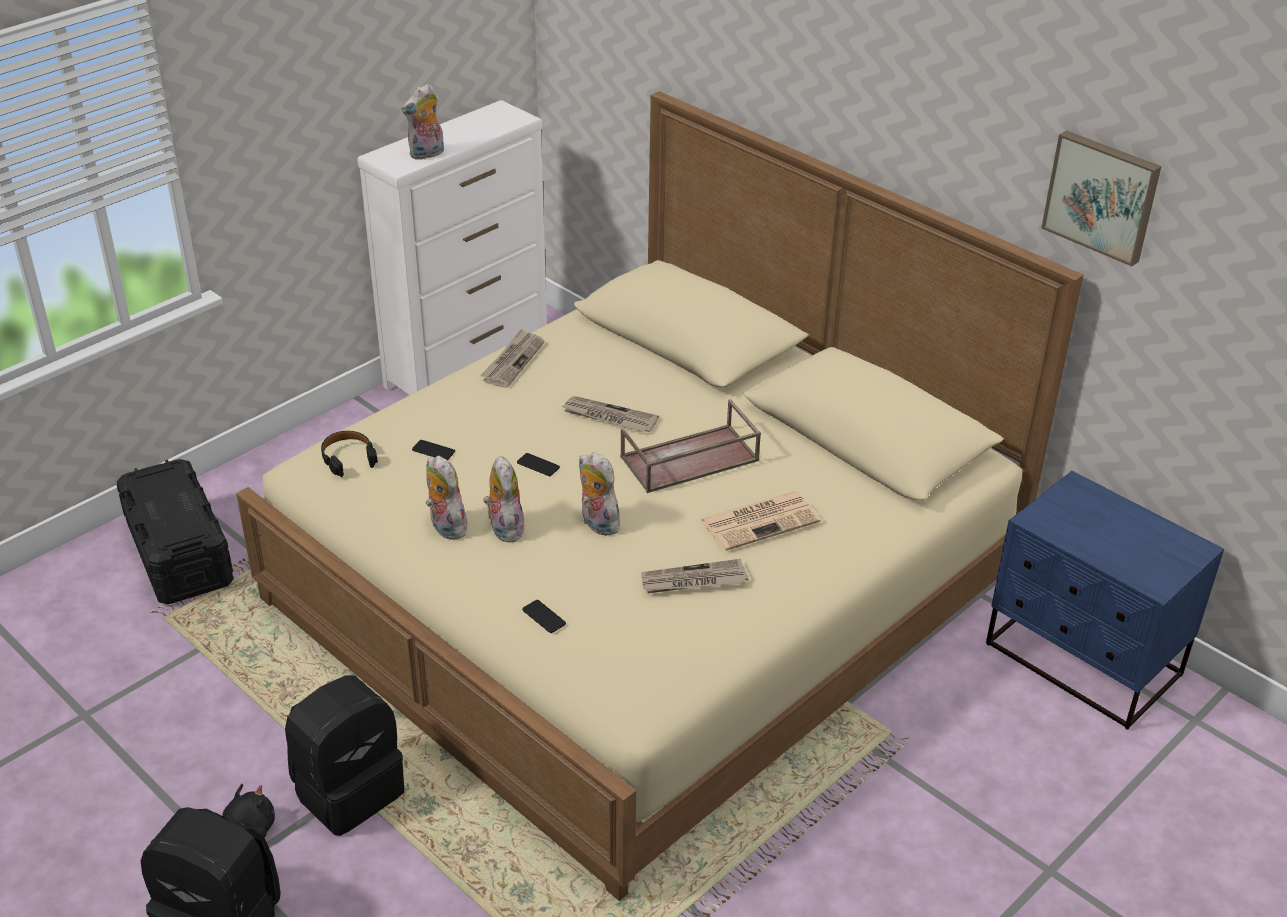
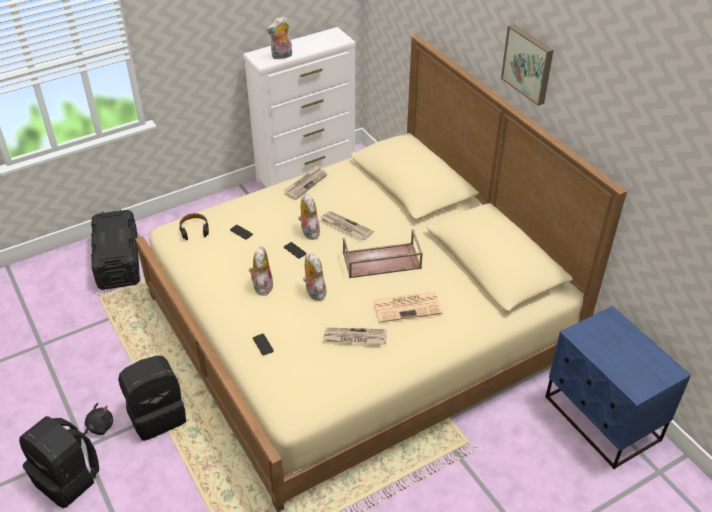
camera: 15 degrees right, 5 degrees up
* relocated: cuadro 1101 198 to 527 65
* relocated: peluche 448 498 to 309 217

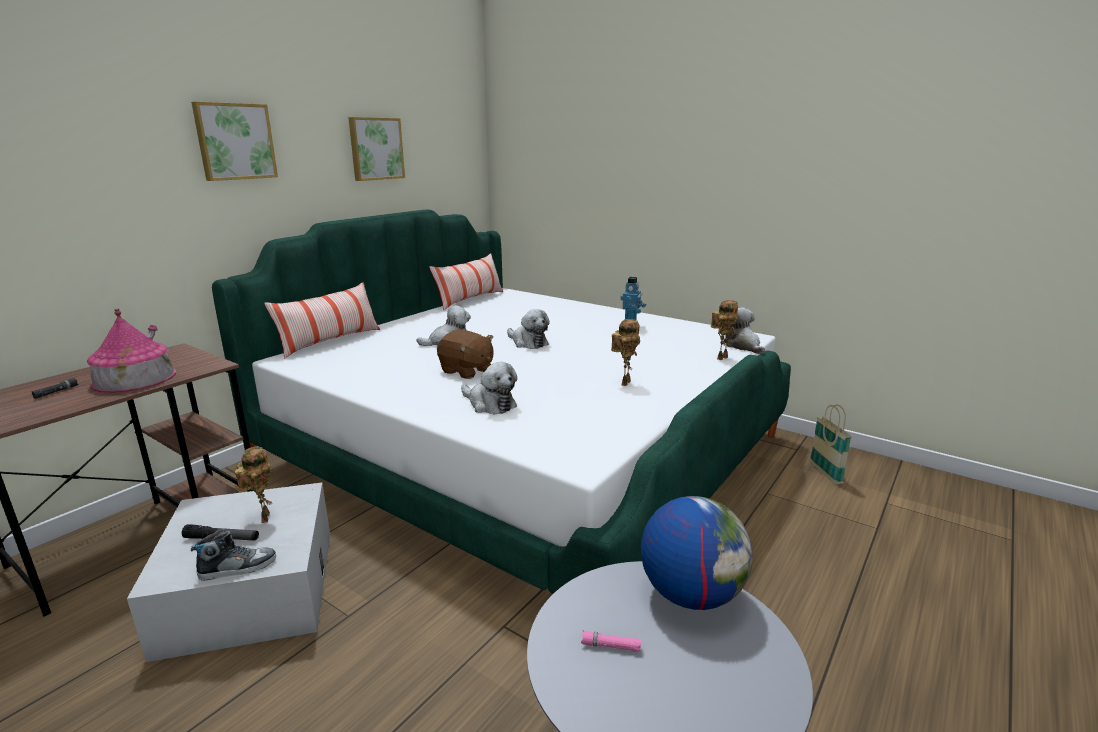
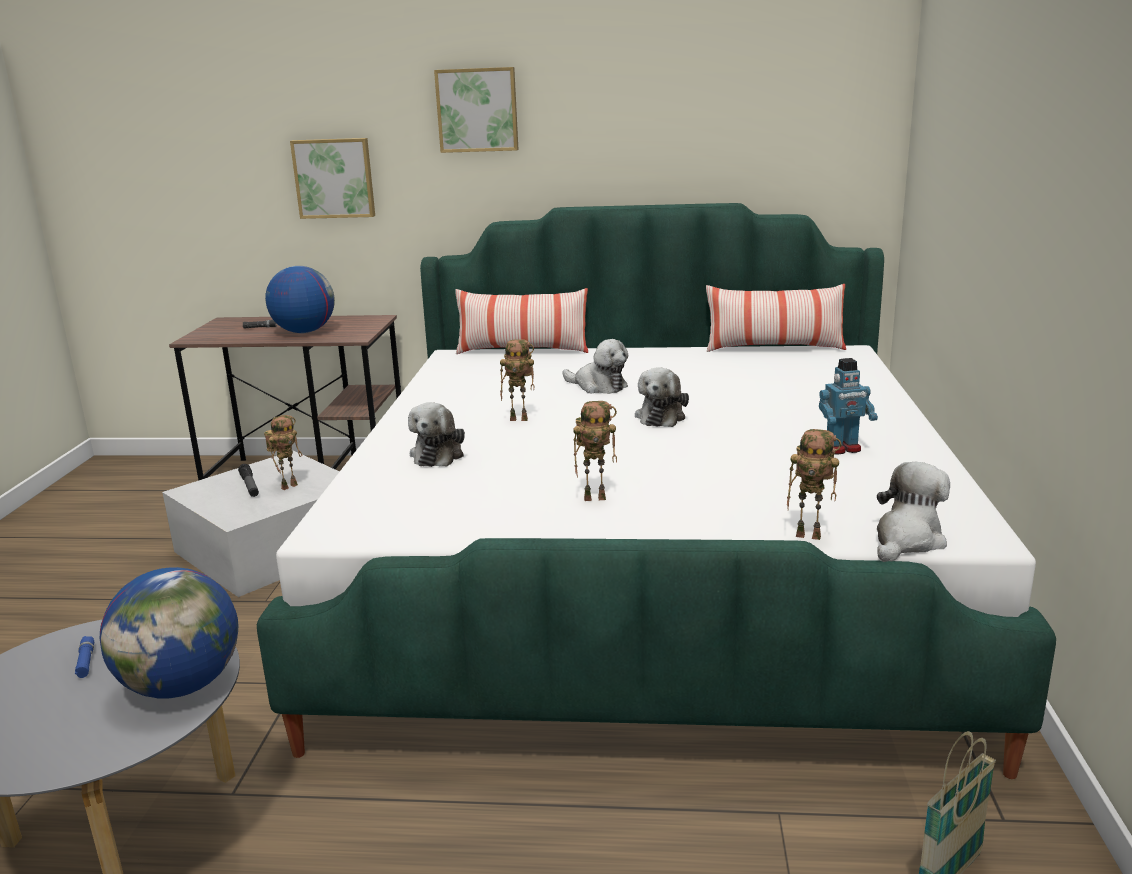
camera: 60 degrees right, 0 degrees up
* relocated: cuadro 376 149 to 332 178
* exchanged: casita 131 350 to globo terráqueo 300 299
* exchanged: peluche [marrón] 465 354 to robot de juguete 517 380
* missing: zapato 233 555
* colour: linterna [rosa] 611 641 to linterna [azul] 84 657

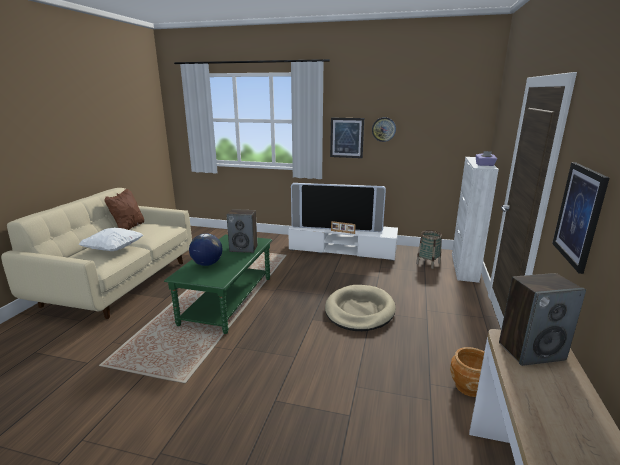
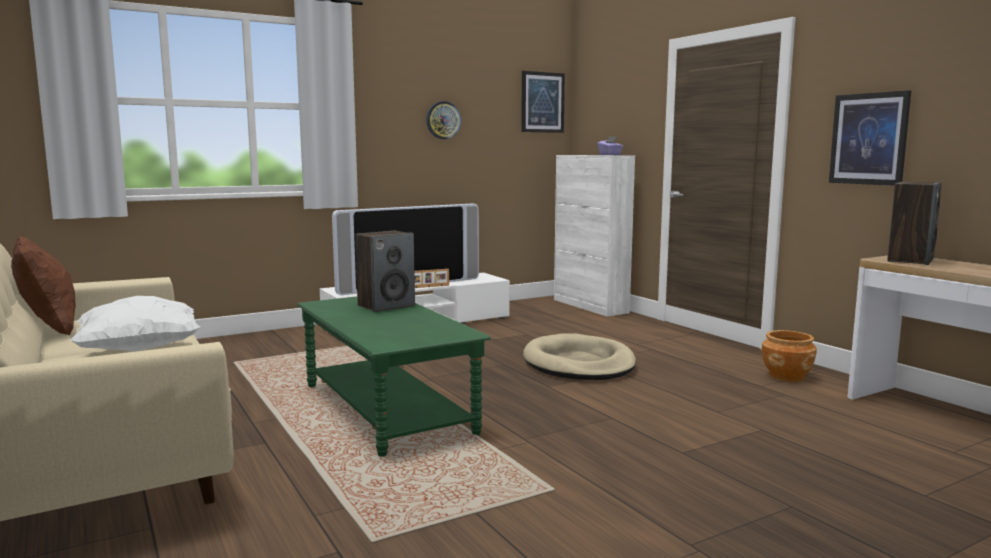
camera: 45 degrees left, 10 degrees down
* relocated: cuadro 347 138 to 543 102
* missing: cesta 429 249
* missing: globo terráqueo 205 249

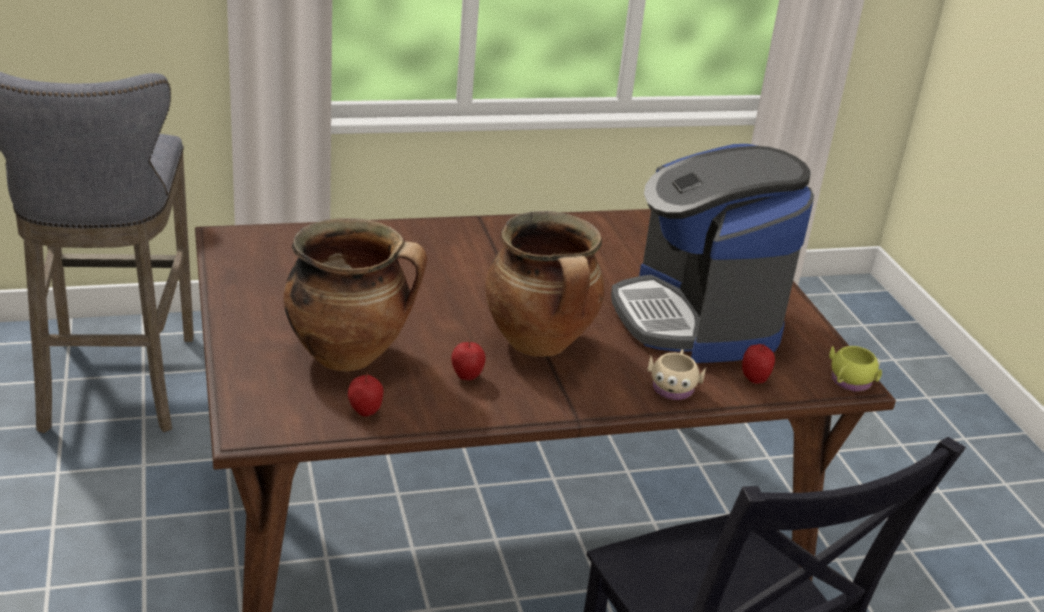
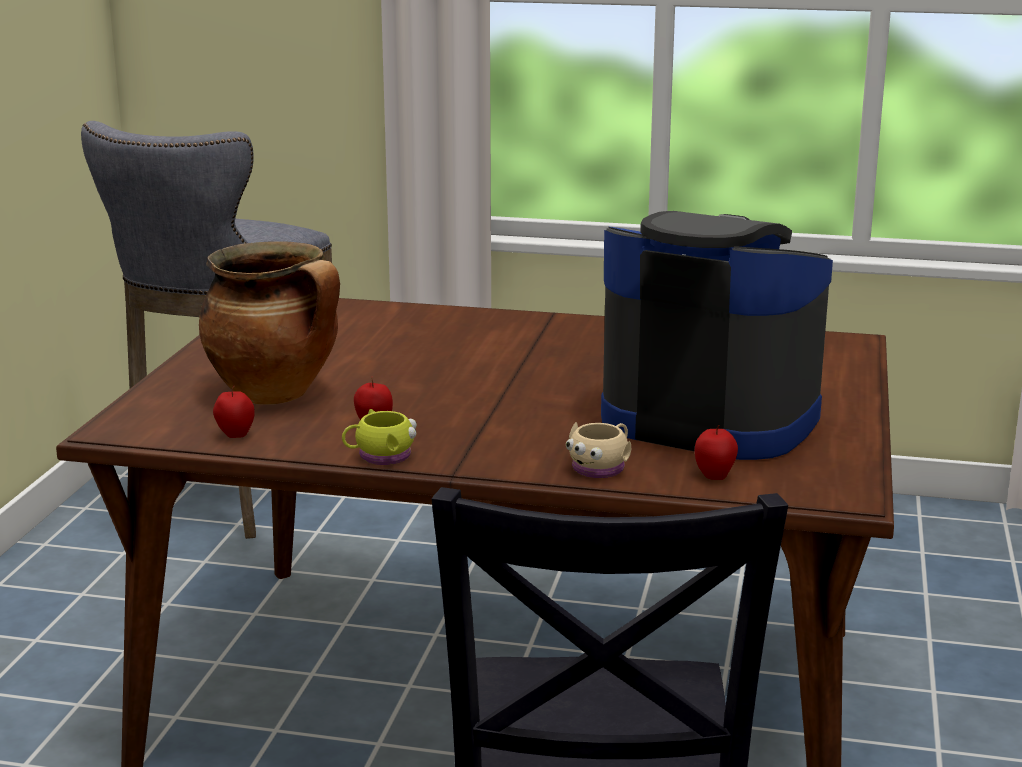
camera: 30 degrees right, 10 degrees down
* spun: cafetera 712 253 = 717 335 105 degrees clockwise
* missing: olla 544 284
* relocated: taza grande [amarillo] 855 369 to 379 437

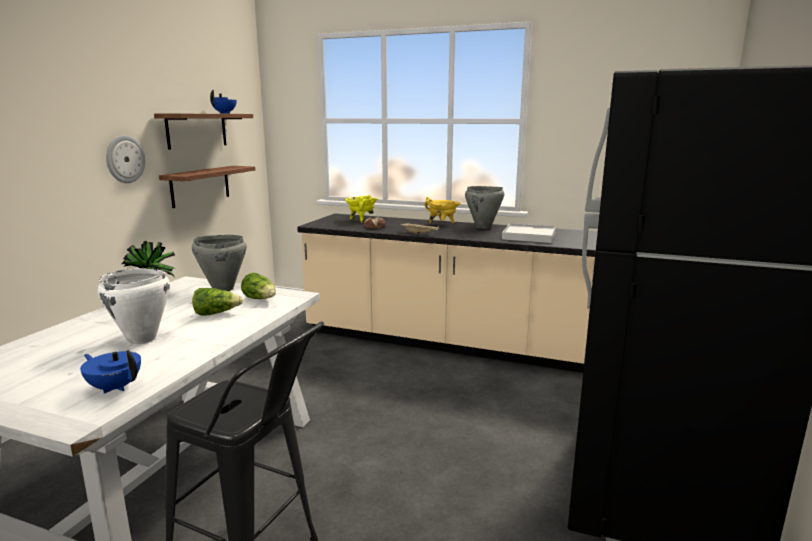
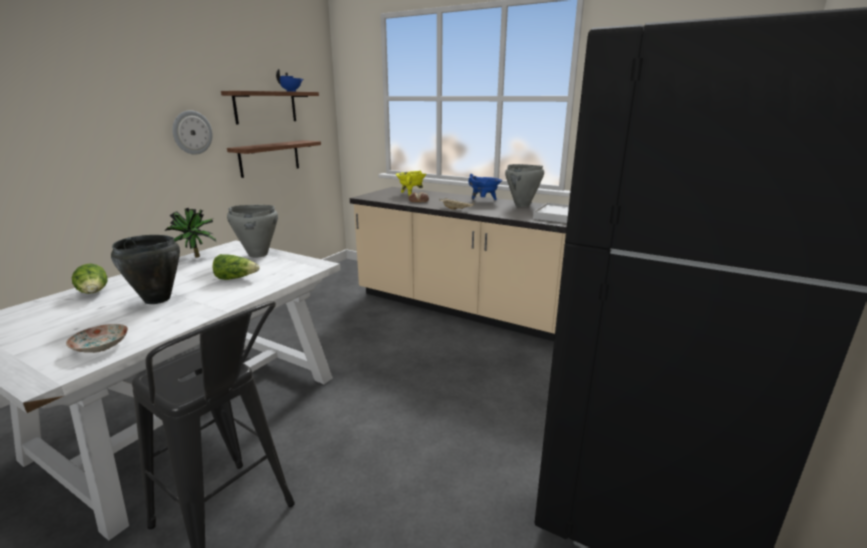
camera: 10 degrees right, 5 degrees up
* colour: olla [amarillo] 442 210 to olla [azul] 485 187
* colour: olla [blanco] 133 306 to olla [negro] 145 269
* relocated: lechuga 258 286 to 89 278
* exchanged: tetera [azul] 110 372 to plato 97 338

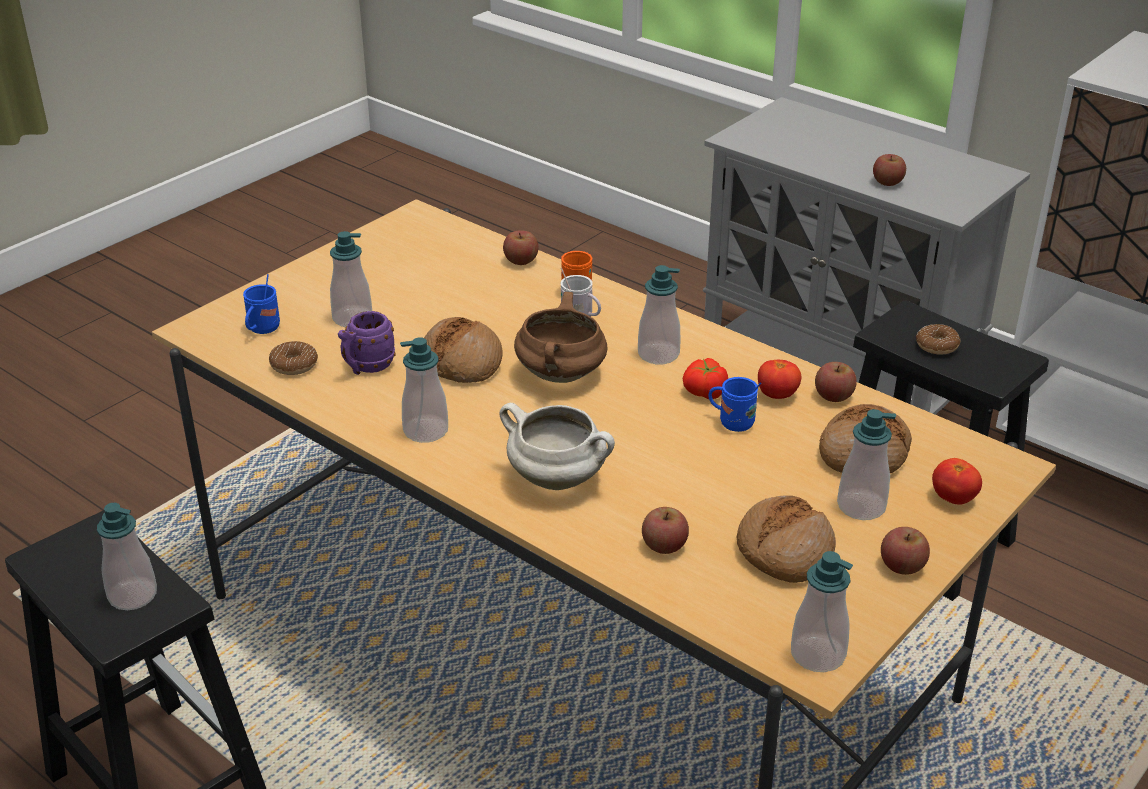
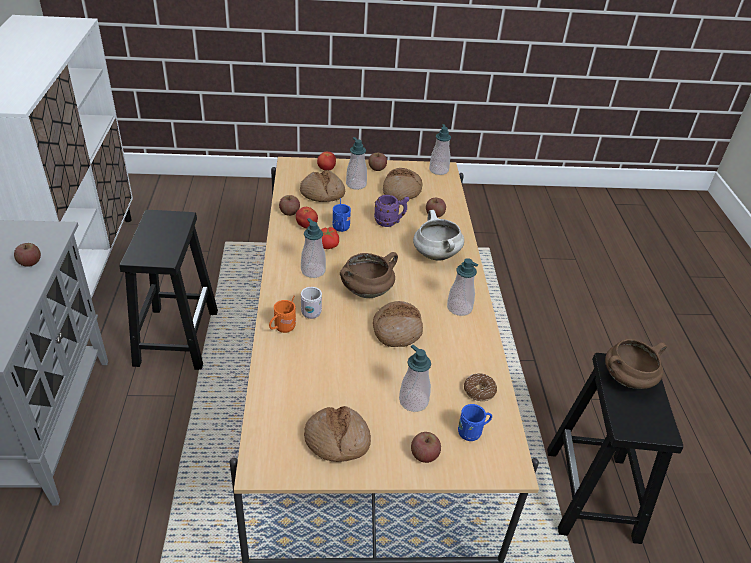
camera: 135 degrees left, 5 degrees up
* relocated: manzana 521 247 to 426 447
* relocated: taza grande [morado] 367 343 to 391 211
* missing: rosquilla 938 339
* exchanged: dispensador de jabón 127 556 to olla [marrón] 636 364
* appeared: pan 337 434

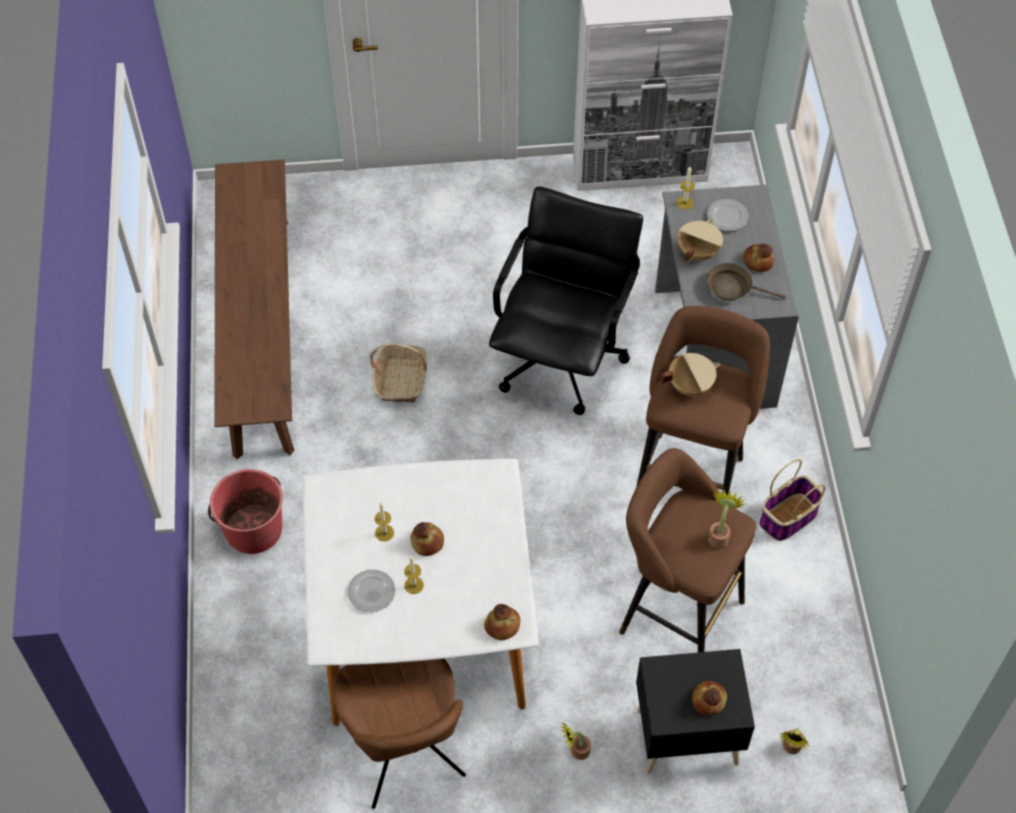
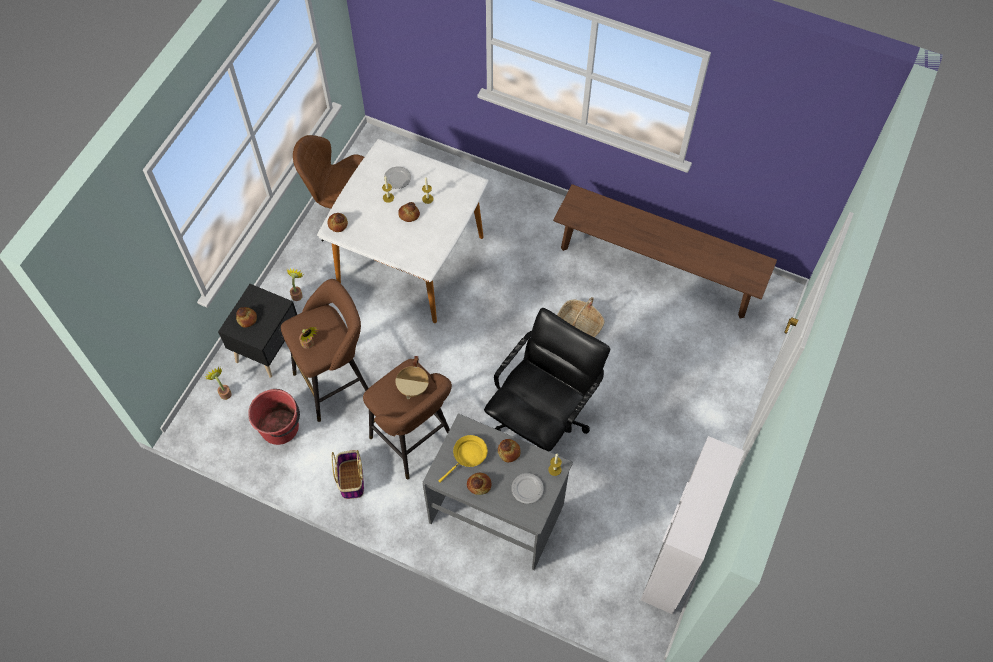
camera: 120 degrees right, 5 degrees up
* spun: silla de oficina [negro] 566 301 = 547 380 105 degrees counterclockwise
* exchanged: olla [beis] 700 240 to pan 509 450
* colour: sartén [marrón] 746 282 to sartén [amarillo] 463 458
* relocated: cubo [rojo] 245 511 to 274 417

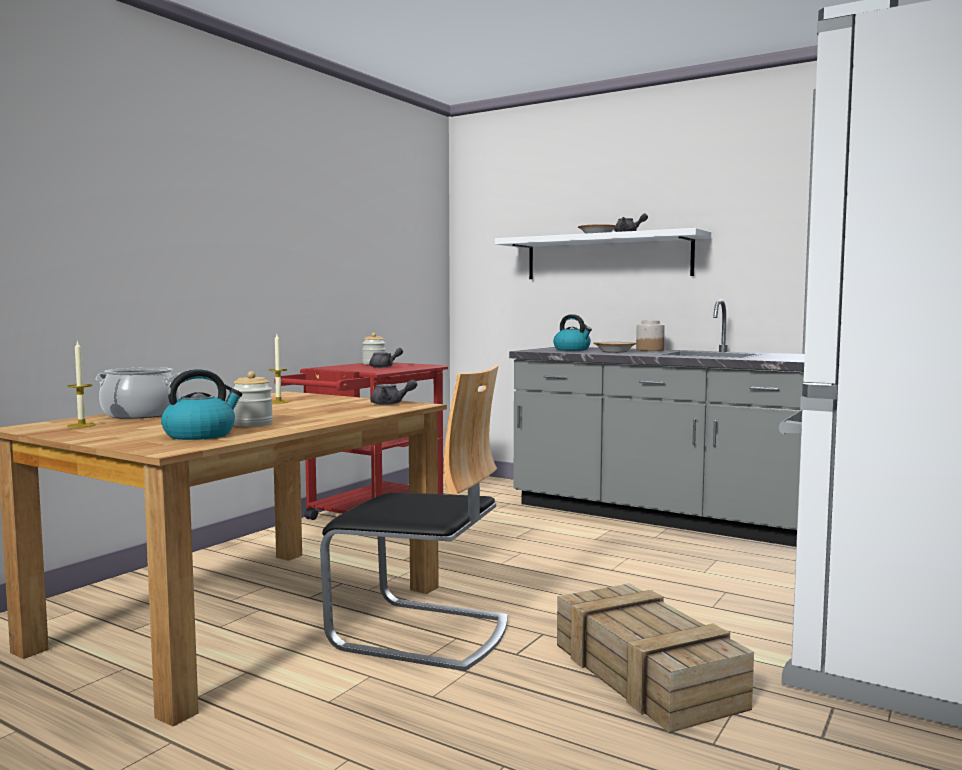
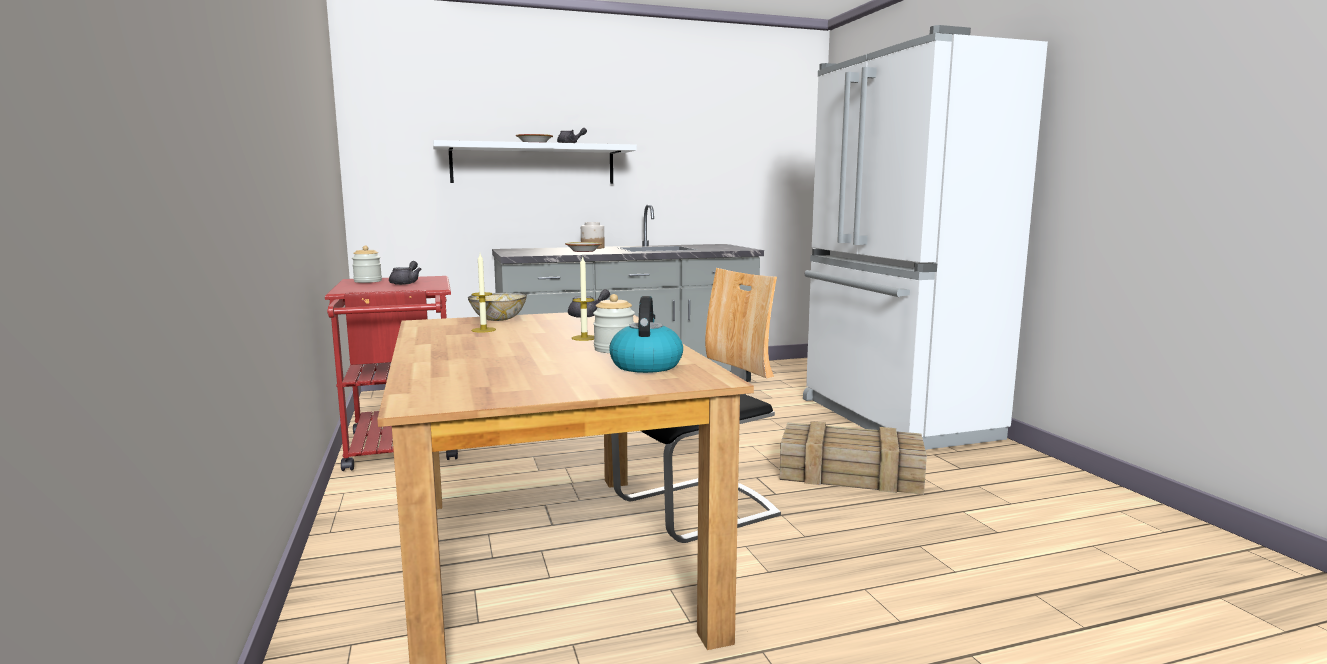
camera: 50 degrees left, 5 degrees up
* missing: hervidor 572 332
* relocated: vela 81 384 to 583 298
* missing: olla 138 393
* appeared: cuenco 497 306

